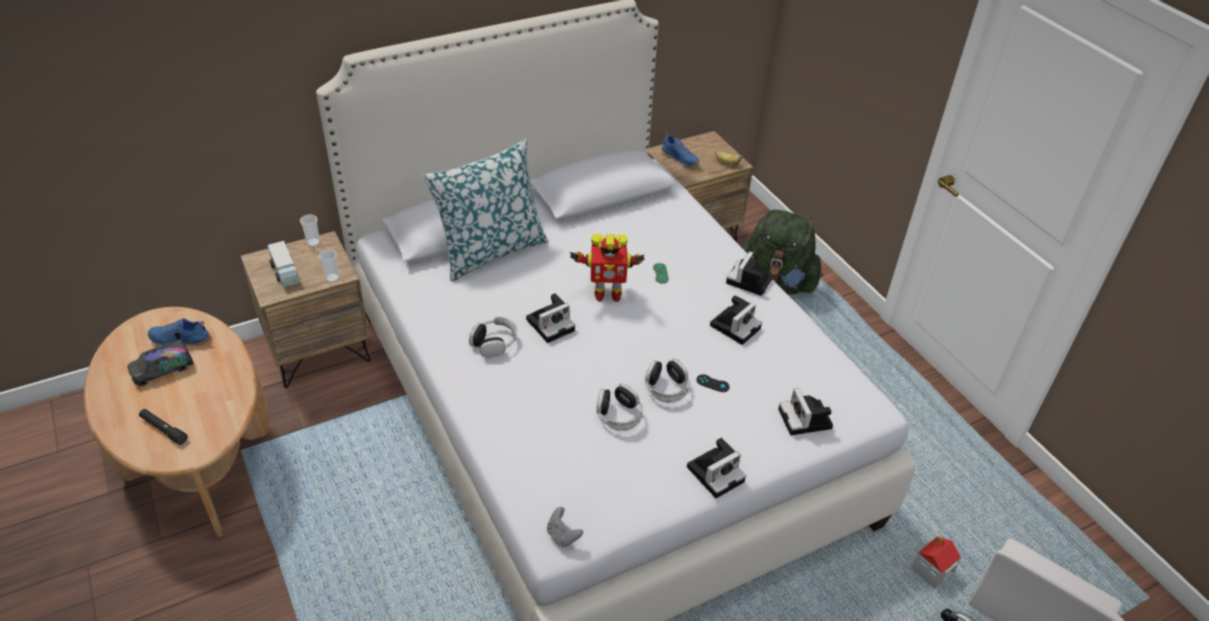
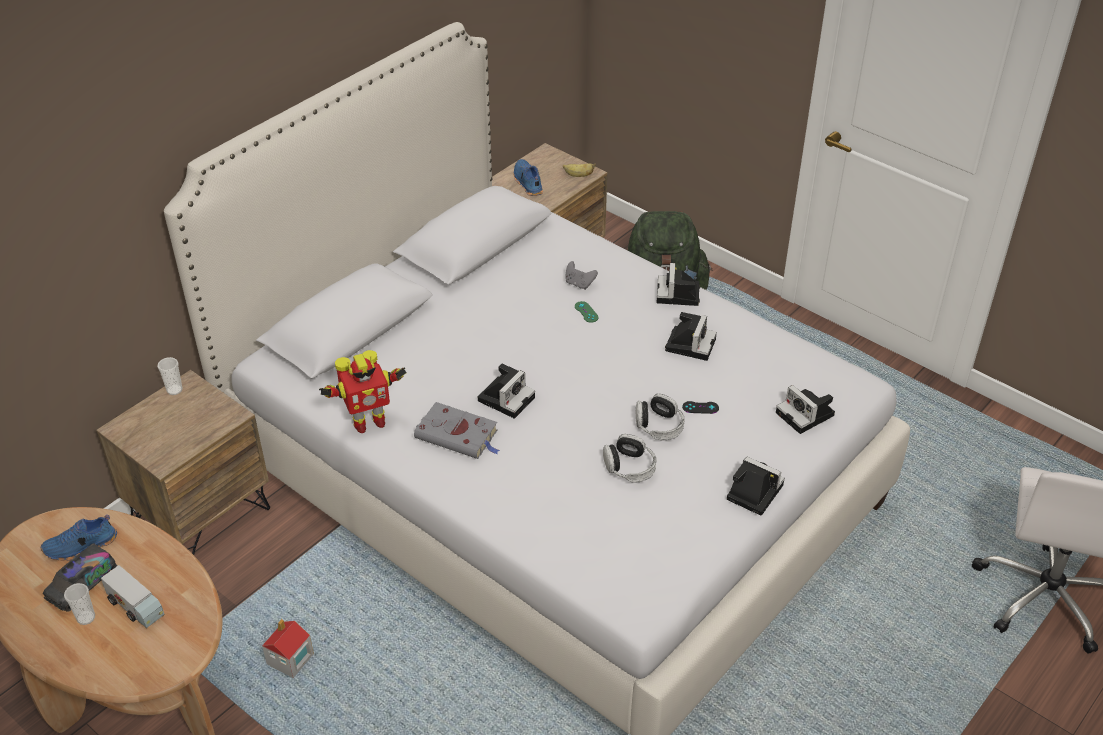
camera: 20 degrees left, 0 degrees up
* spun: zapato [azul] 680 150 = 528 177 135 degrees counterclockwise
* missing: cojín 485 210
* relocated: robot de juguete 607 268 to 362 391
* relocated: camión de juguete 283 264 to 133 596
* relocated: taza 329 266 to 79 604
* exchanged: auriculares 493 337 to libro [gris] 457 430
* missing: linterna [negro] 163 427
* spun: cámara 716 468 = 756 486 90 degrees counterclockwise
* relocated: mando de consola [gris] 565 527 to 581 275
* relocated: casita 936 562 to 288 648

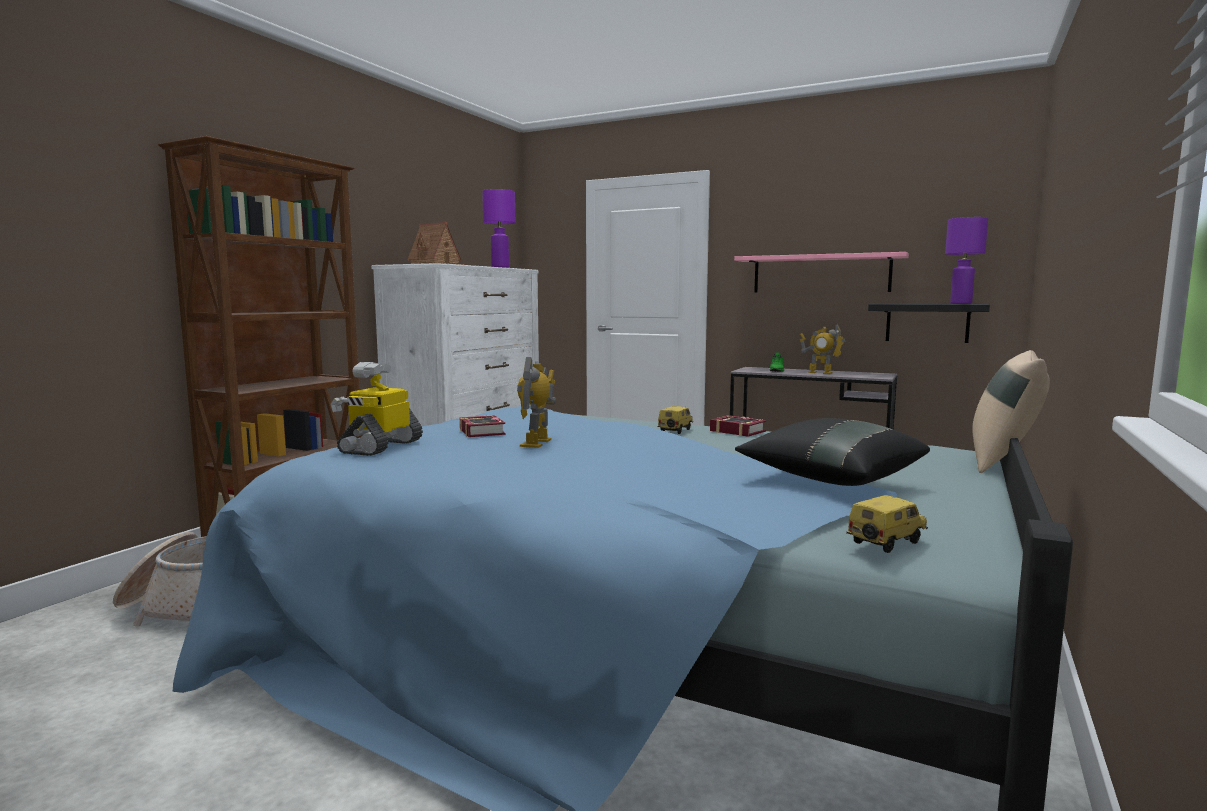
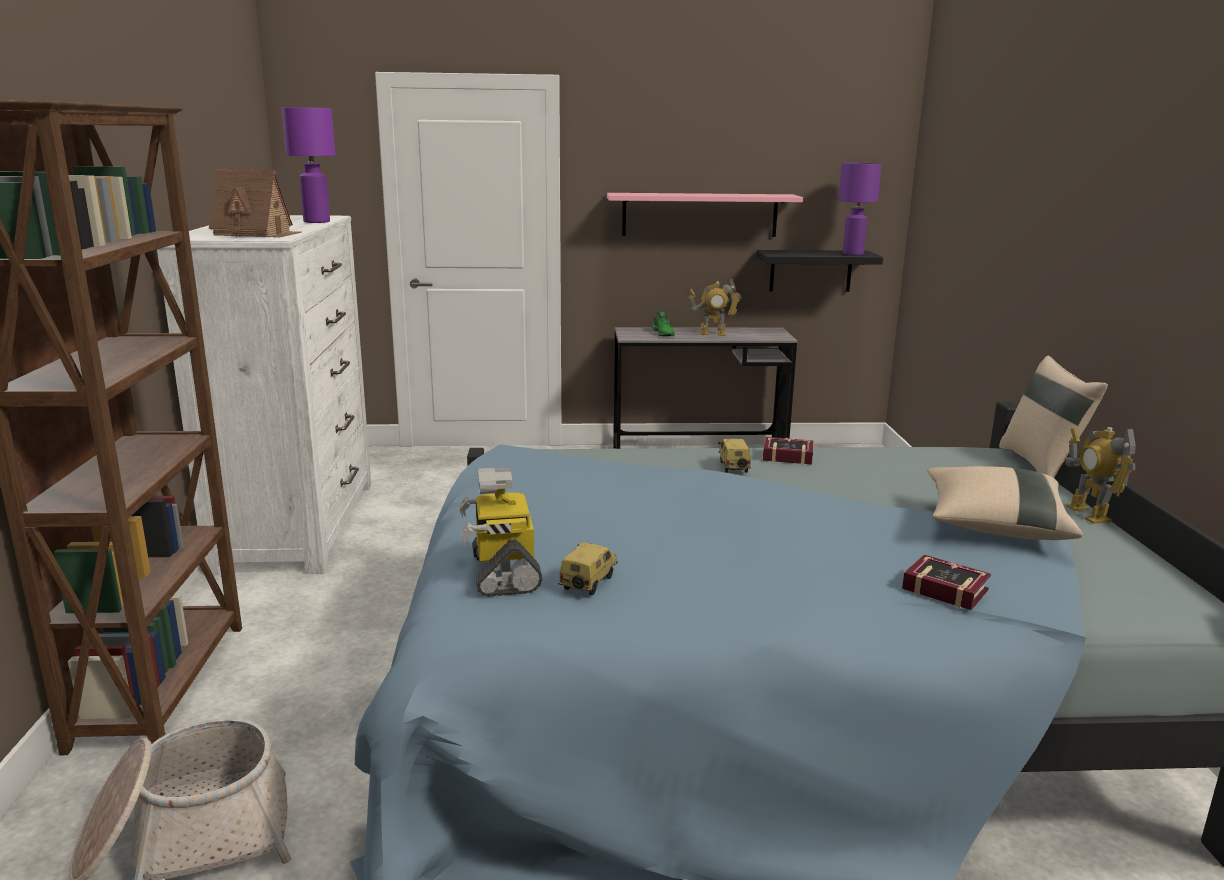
camera: 30 degrees left, 10 degrees up
* relocated: robot de juguete 536 402 to 1100 475
* relocated: libro 483 426 to 946 582
* colour: cojín [negro] 832 452 to cojín [beis] 1005 503
* relocated: coche de juguete 887 524 to 588 568

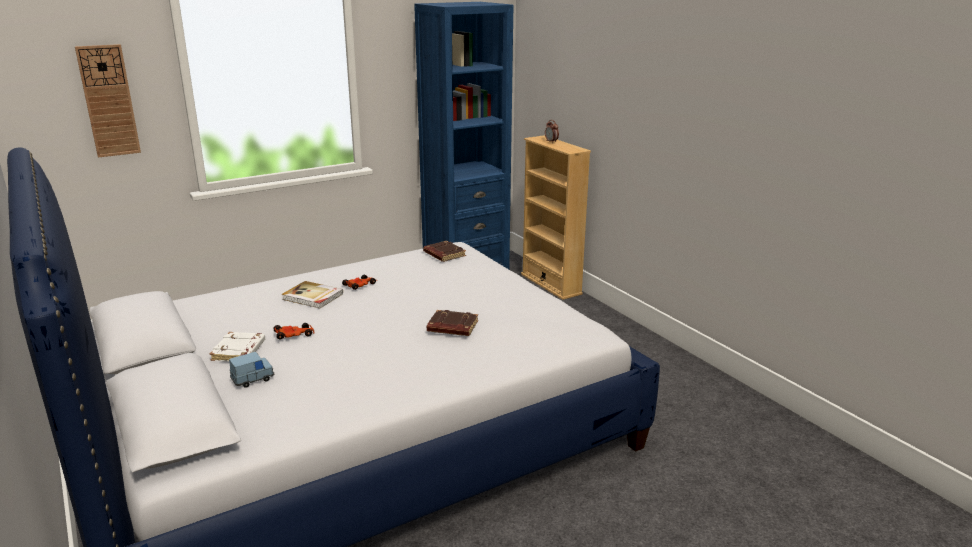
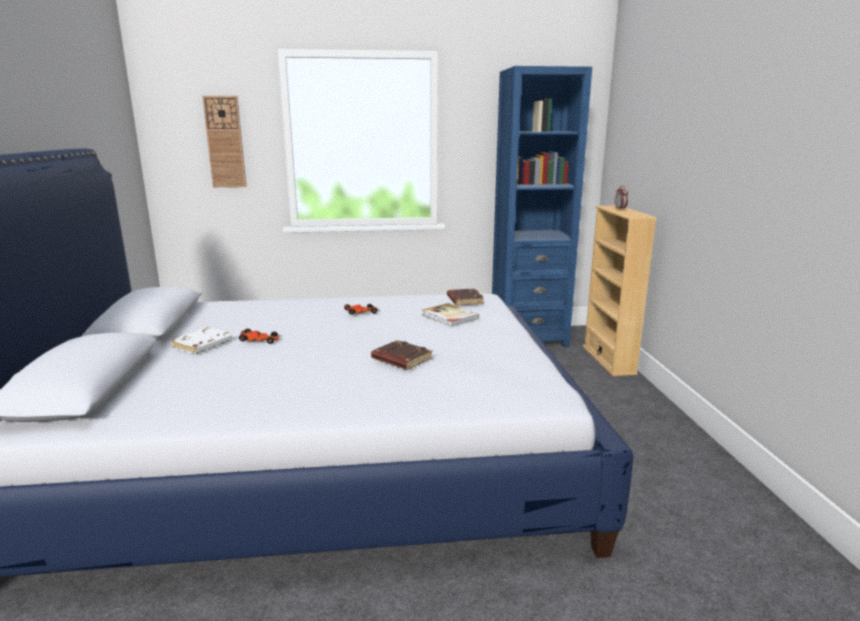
camera: 25 degrees right, 5 degrees down
* relocated: libro 312 294 to 450 315
* missing: coche de juguete [azul] 251 370

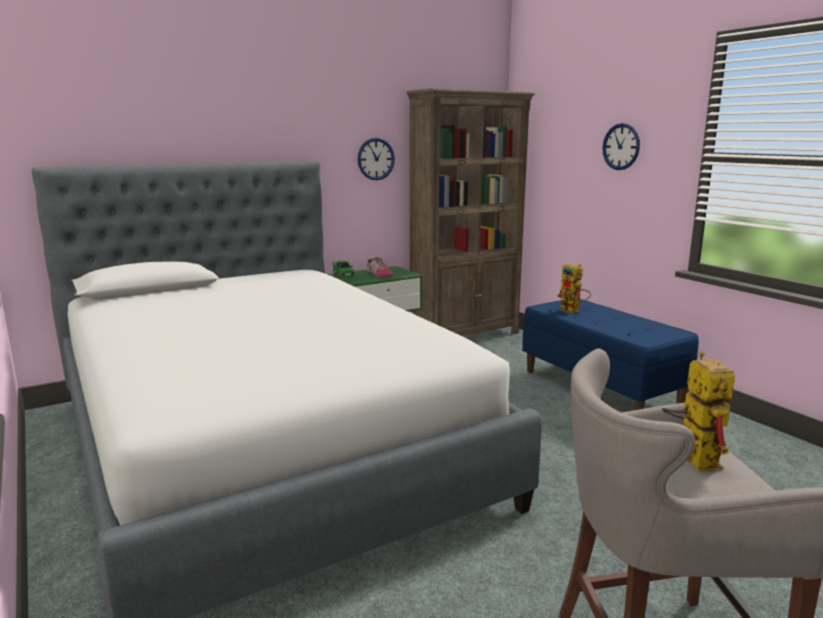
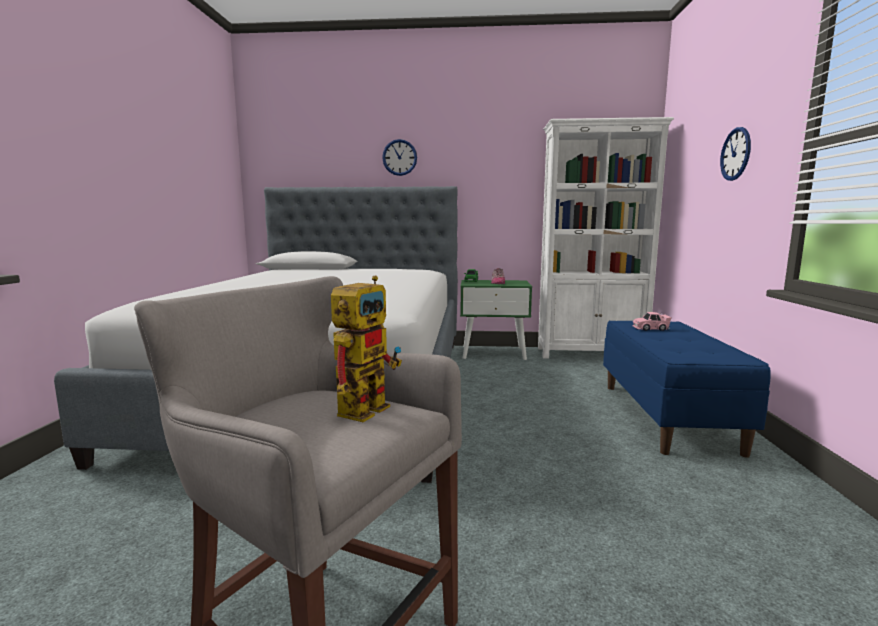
camera: 35 degrees right, 5 degrees down
* colour: estantería [marrón] 470 212 to estantería [blanco] 606 238
* relocated: reloj de pared 376 159 to 399 157
* exchanged: robot de juguete 574 288 to coche de juguete [rosa] 652 321

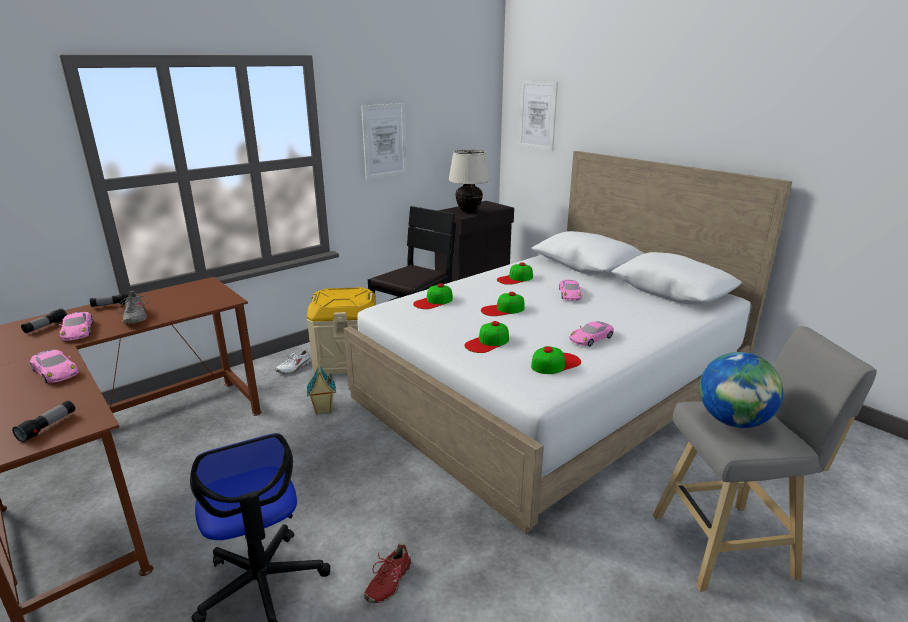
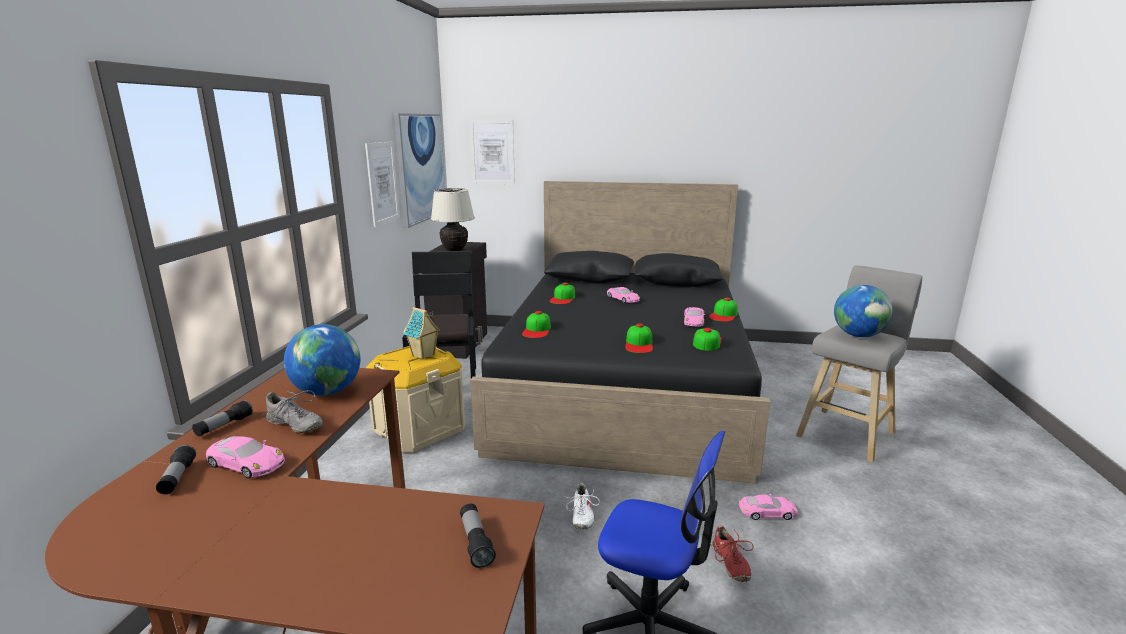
camera: 40 degrees left, 5 degrees down
* colour: cama [blanco] 567 342 to cama [negro] 620 332
* relocated: gorra 503 304 to 723 310
* relocated: zapato [blanco] 294 361 to 582 506
* relocated: coche de juguete [rosa] 54 366 to 768 507
* relocated: casita 321 389 to 421 333
* appeared: cuadro 419 170
* appeared: globo terráqueo 322 360

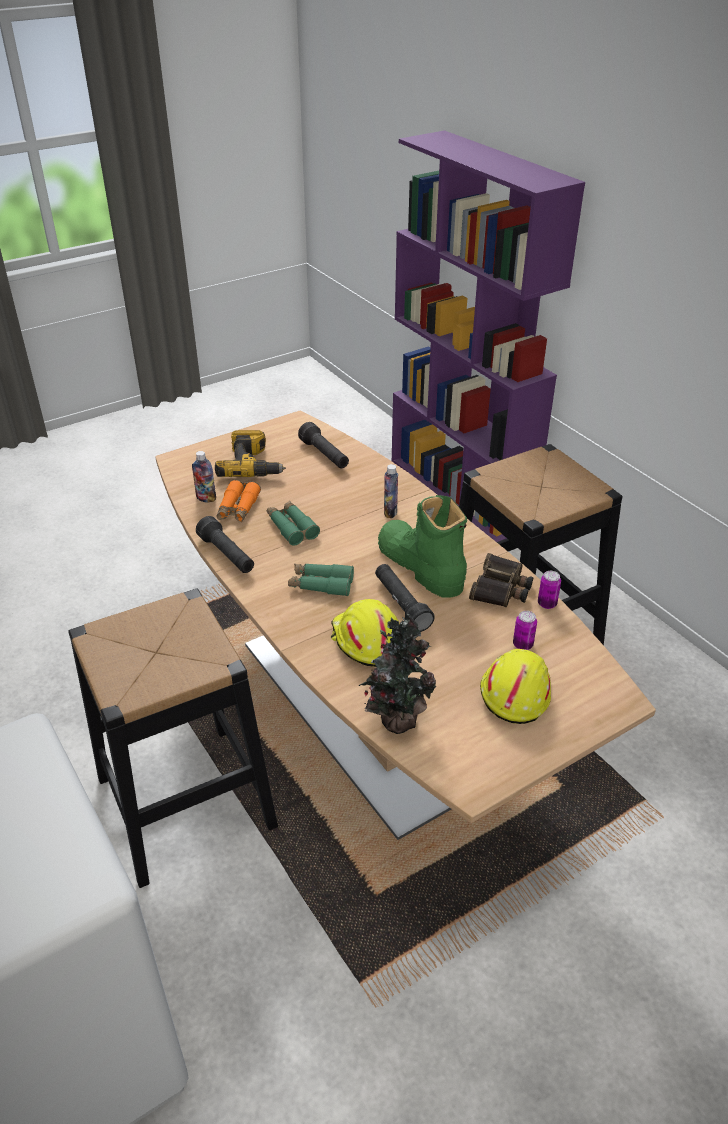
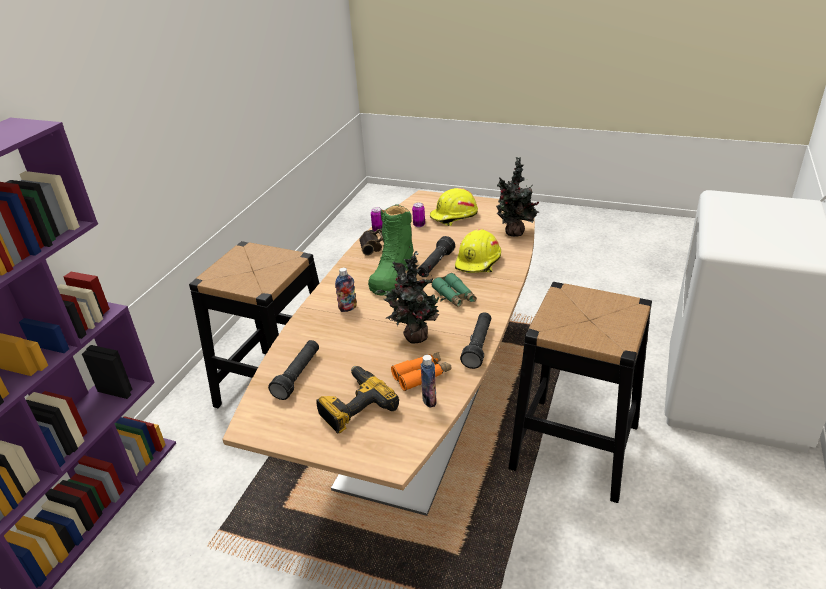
camera: 125 degrees left, 5 degrees down
* exchanged: prismáticos [verde] 293 523 to planta en maceta 412 297

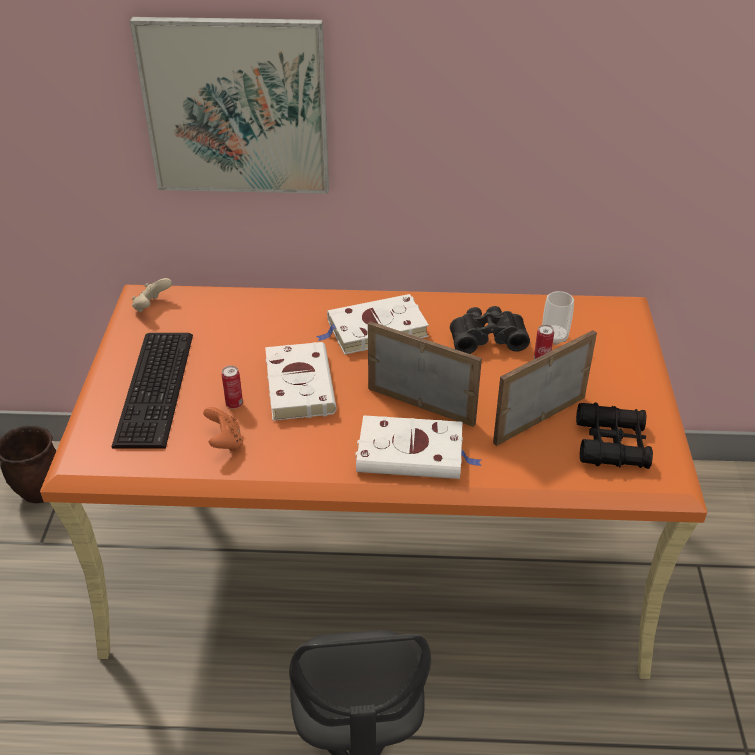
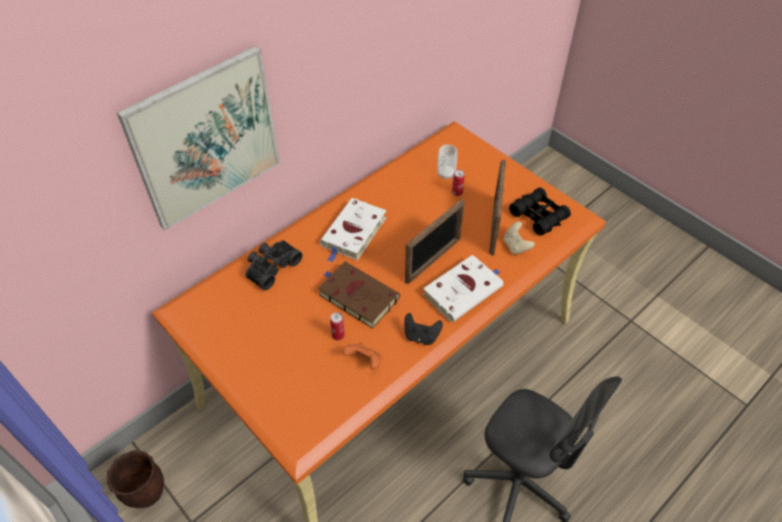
camera: 45 degrees left, 10 degrees up
* relocated: mando de consola [beis] 152 295 to 519 238
* relocated: prismáticos [negro] 490 330 to 274 265
* spun: portarretratos 425 374 = 435 241 150 degrees clockwise
* missing: teclado 152 391
* colour: libro [blanco] 301 381 to libro [marrón] 359 295
* appeared: mando de consola [negro] 423 329

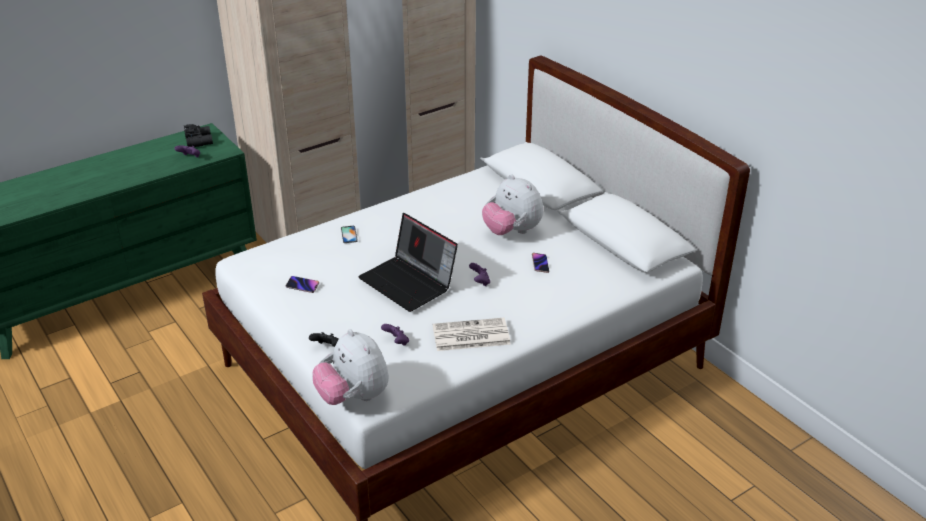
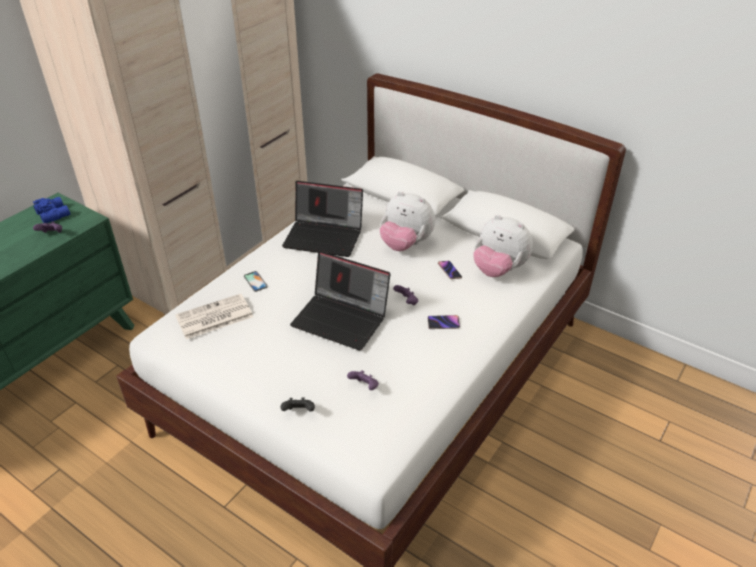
camera: 20 degrees left, 5 degrees up
* colour: prismáticos [negro] 198 135 to prismáticos [azul] 51 210
* relocated: móvil 302 284 to 444 322
* relocated: periódico 472 334 to 214 316
* relocated: peluche 351 367 to 503 246
* appeared: portátil 322 219

